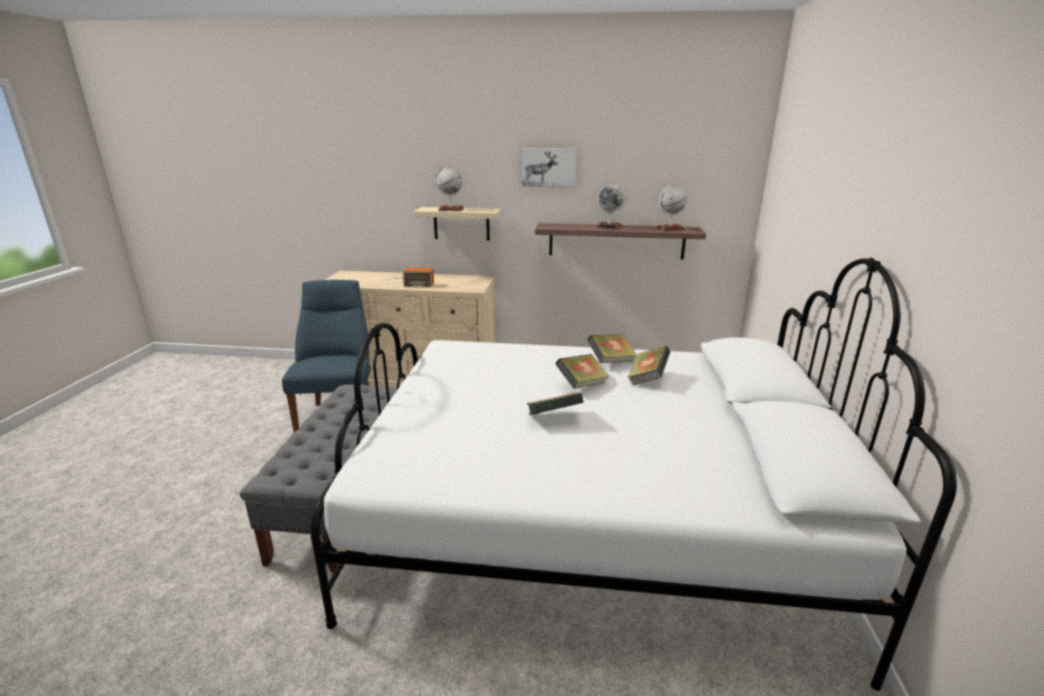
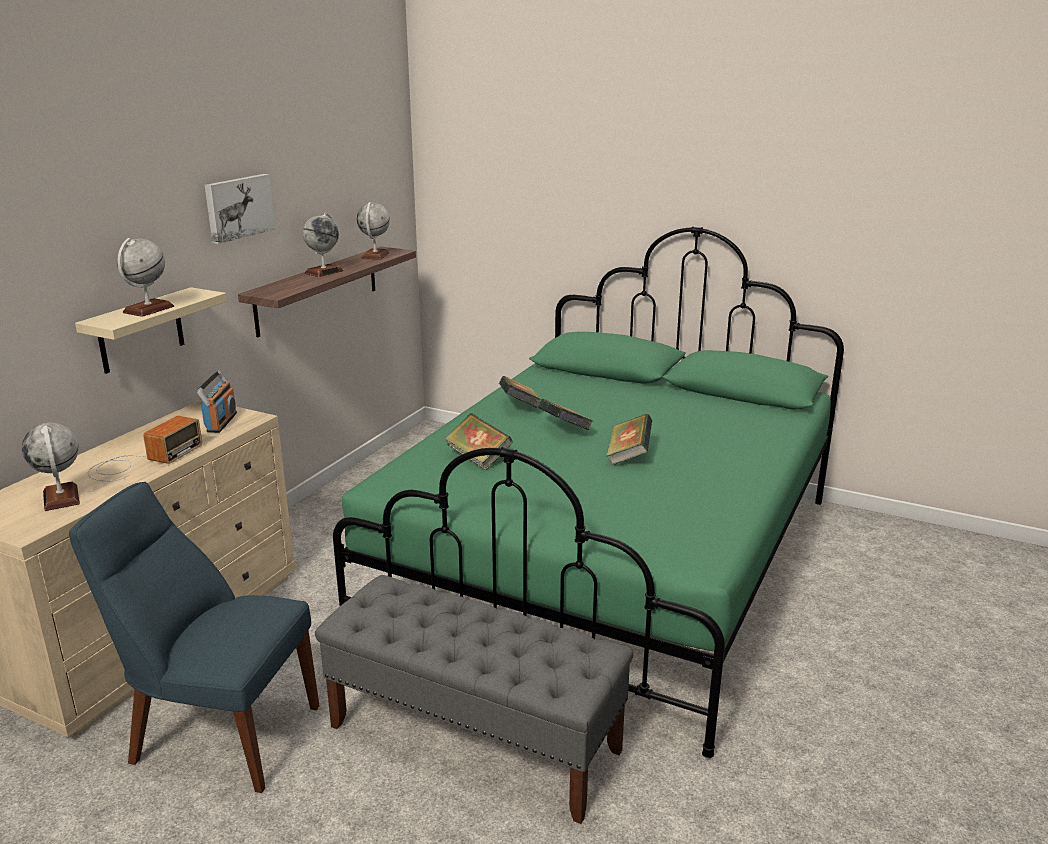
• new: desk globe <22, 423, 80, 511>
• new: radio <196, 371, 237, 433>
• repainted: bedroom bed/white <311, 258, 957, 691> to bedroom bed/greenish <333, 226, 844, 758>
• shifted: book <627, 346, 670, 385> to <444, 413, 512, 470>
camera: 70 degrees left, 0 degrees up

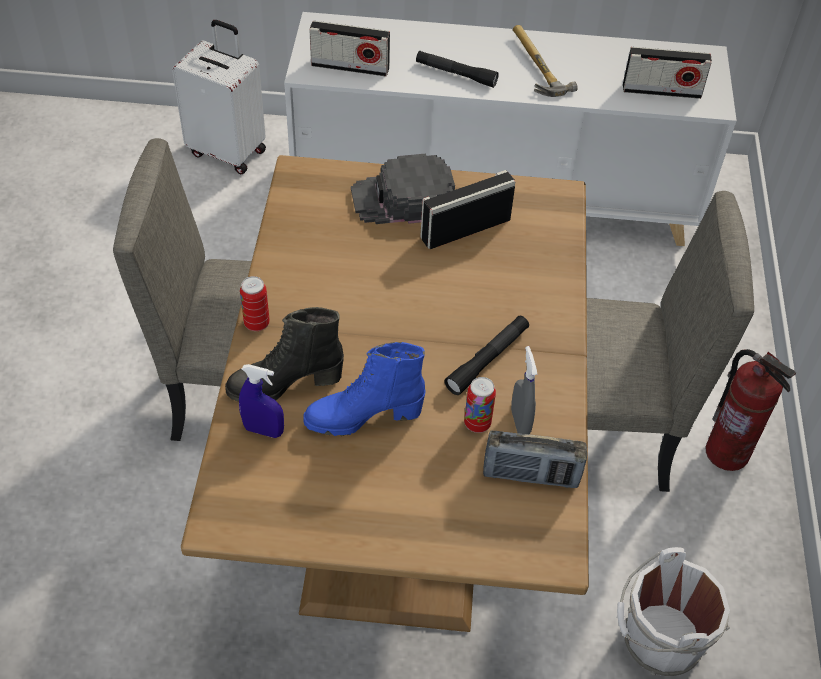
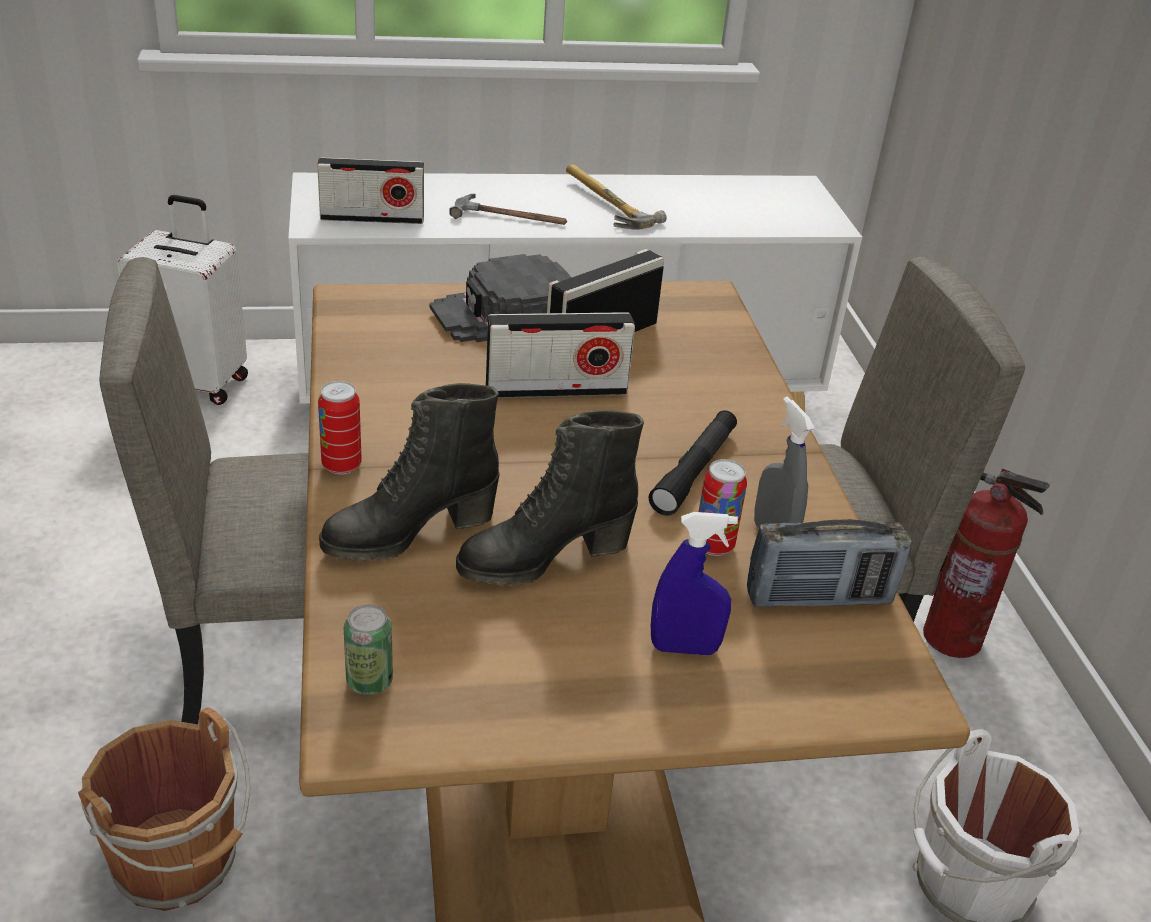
• new: water bucket/brownish <78, 707, 251, 911>
• new: sealed can <344, 604, 393, 695>
• swapped: flashlight/blackish <416, 51, 499, 88> to hammer <449, 194, 567, 225>
• repainted: tall boot/blue-coloured <303, 342, 425, 436> to tall boot/blackish <456, 410, 644, 586>
• shifted: radio <623, 47, 712, 99> to <486, 312, 635, 398>
• shifted: spray bottle/blue-coloured <239, 364, 284, 438> to <651, 512, 738, 655>
camera: 15 degrees left, 15 degrees down

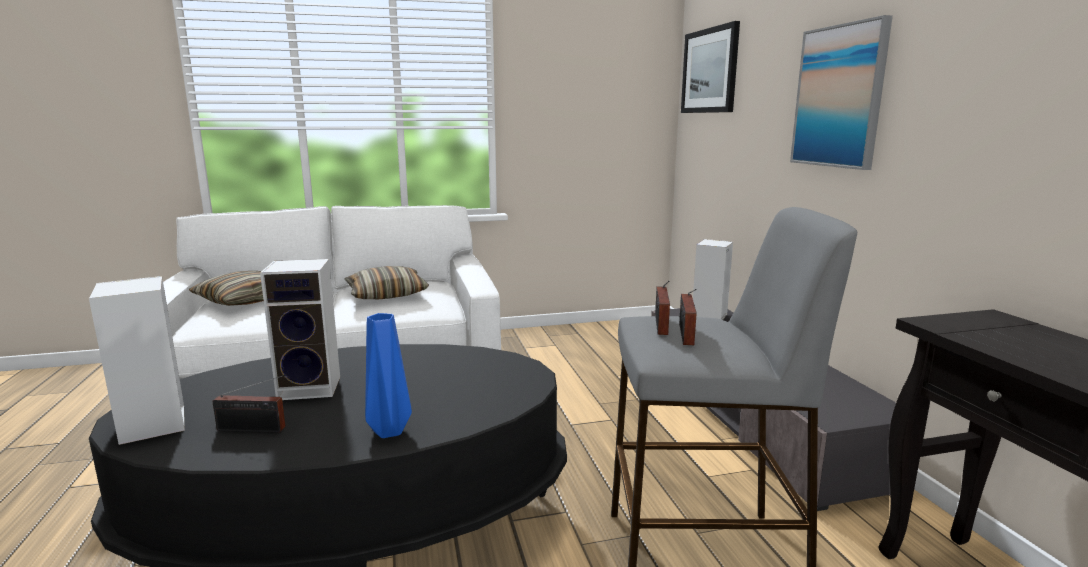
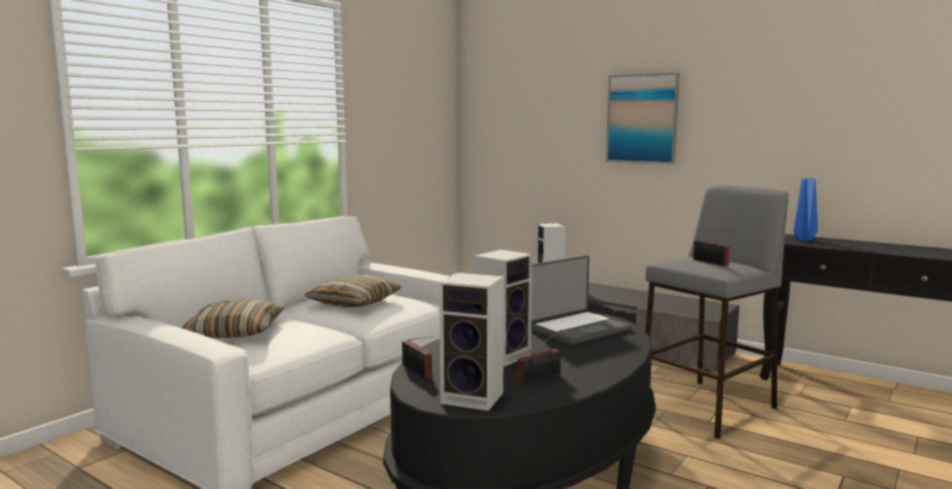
• shifted: radio <655, 281, 670, 335> to <402, 336, 433, 380>
• new: portable computer <531, 255, 631, 345>
• shifted: decorative vase/blue-coloured <365, 313, 412, 438> to <794, 178, 818, 241>
• gone: picture <681, 21, 740, 113>
camera: 40 degrees left, 5 degrees down

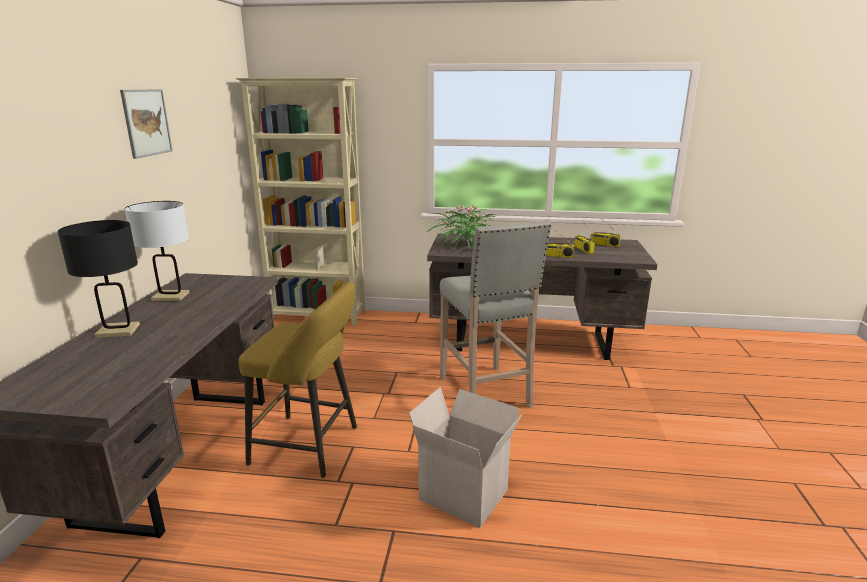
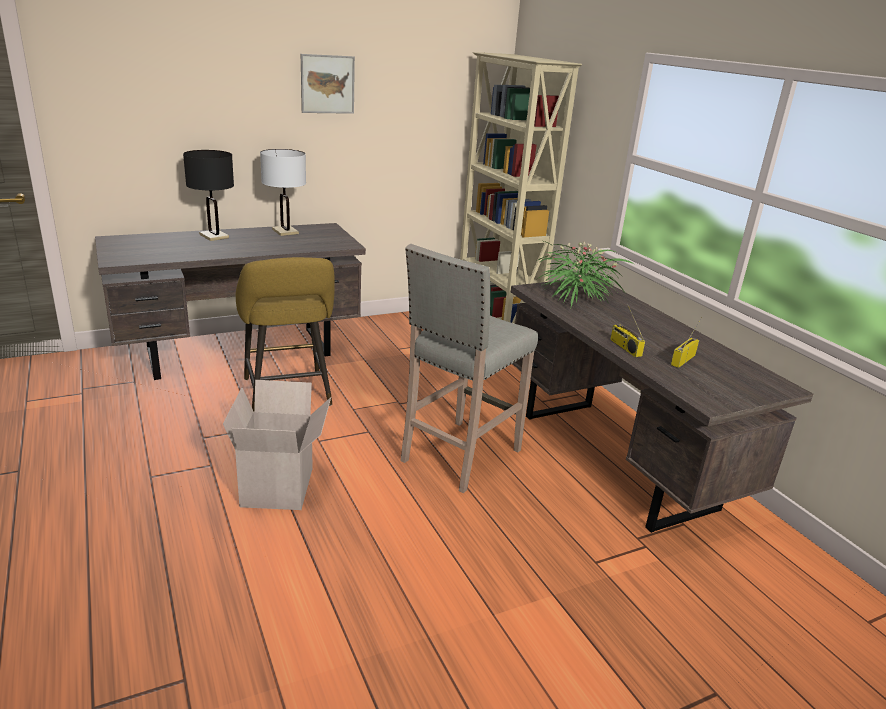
• gone: radio <590, 217, 621, 247>
camera: 55 degrees right, 5 degrees up

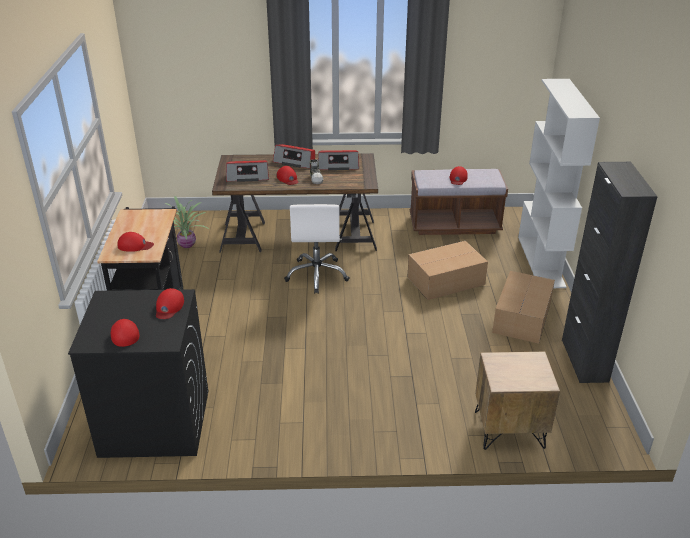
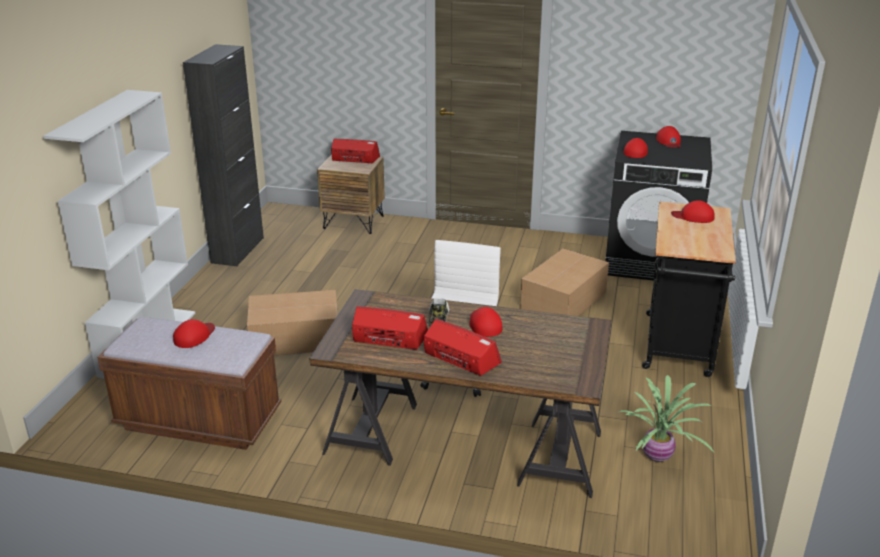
• shifted: radio <226, 160, 269, 182> to <331, 139, 380, 163>
• shifted: carton <492, 271, 555, 344> to <520, 248, 609, 316>
camera: 165 degrees left, 5 degrees down

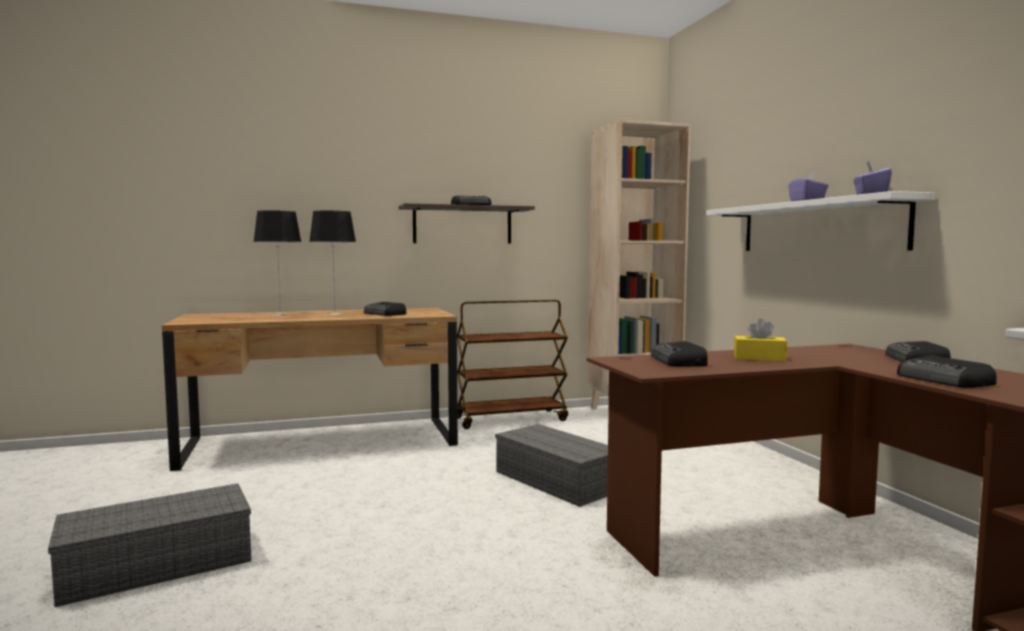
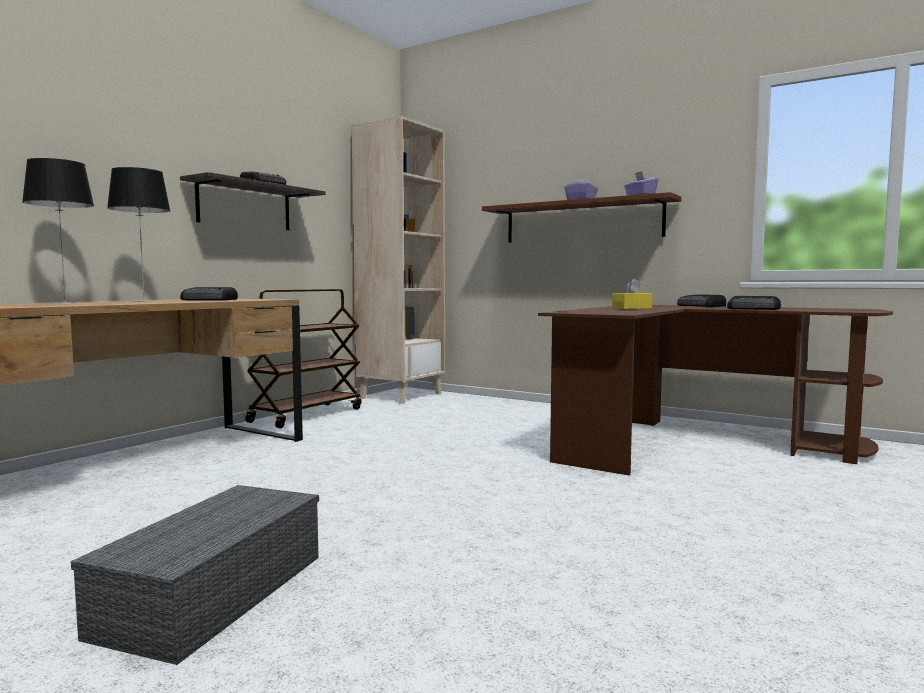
• repainted: bracket shelf/white <706, 191, 935, 251> to bracket shelf/brownish <482, 192, 681, 243>
• gone: storage bin/grey <495, 424, 608, 507>
• gone: radio <651, 341, 708, 367>
camera: 40 degrees left, 0 degrees up

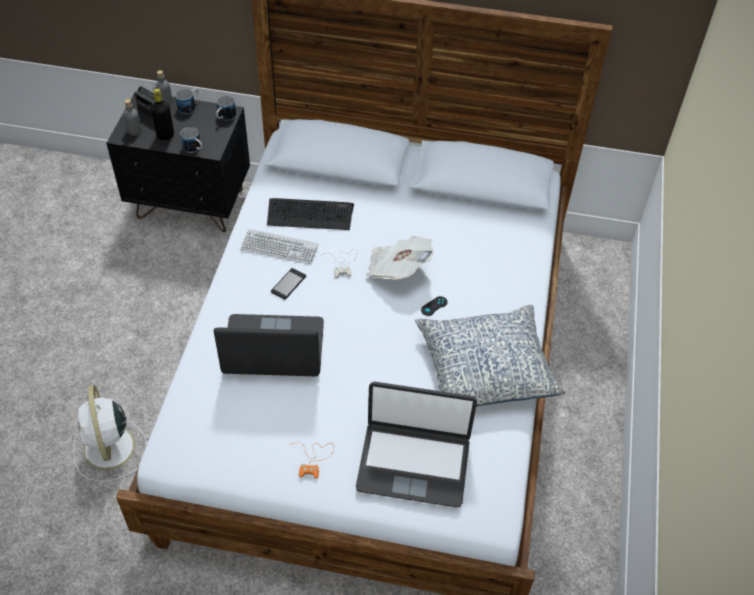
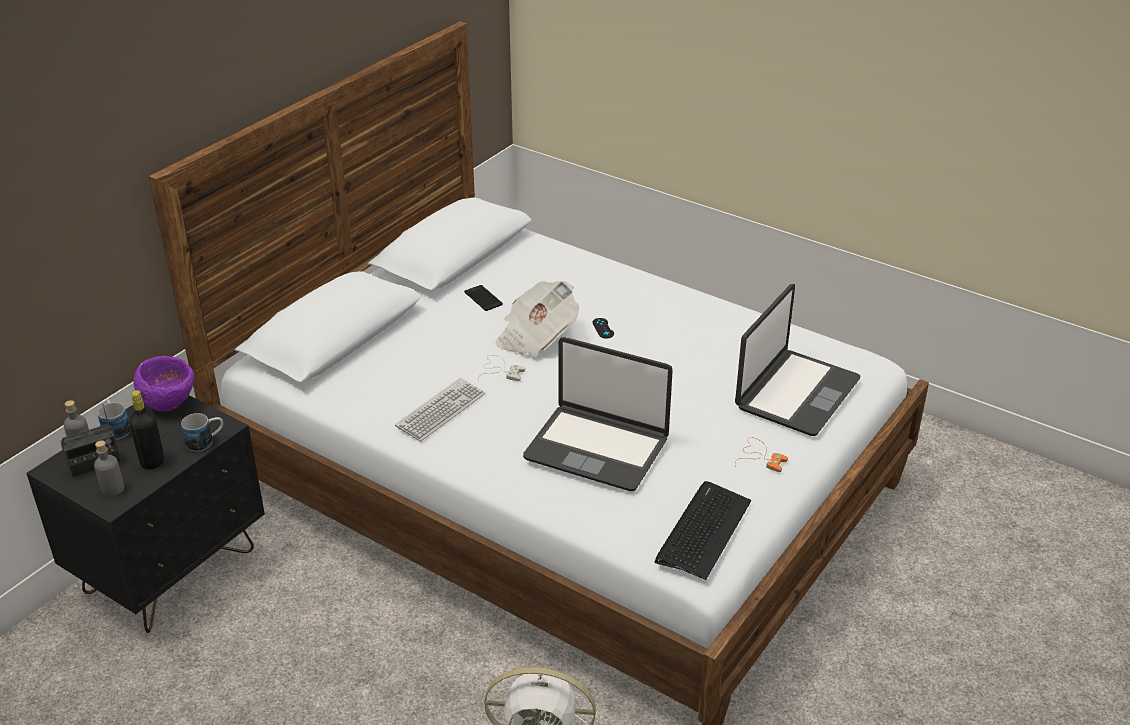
• swapped: mug <216, 95, 236, 121> to bowl/purple-coloured <133, 356, 194, 412>
• shifted: telephone <271, 268, 306, 300> to <464, 285, 503, 311>
• rotated: portable computer <214, 314, 324, 376> = <523, 337, 673, 491> 90 degrees counterclockwise
• shifted: PC keyboard <267, 198, 354, 230> to <655, 481, 751, 580>
• gone: cushion <415, 305, 566, 406>
camera: 65 degrees left, 15 degrees down

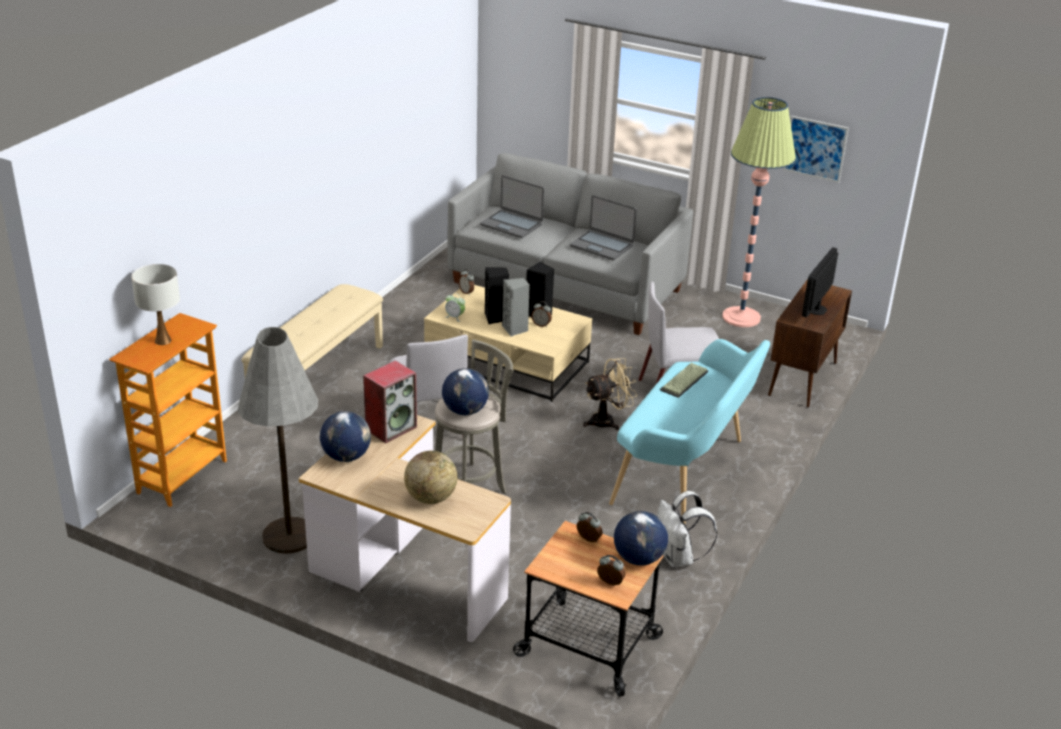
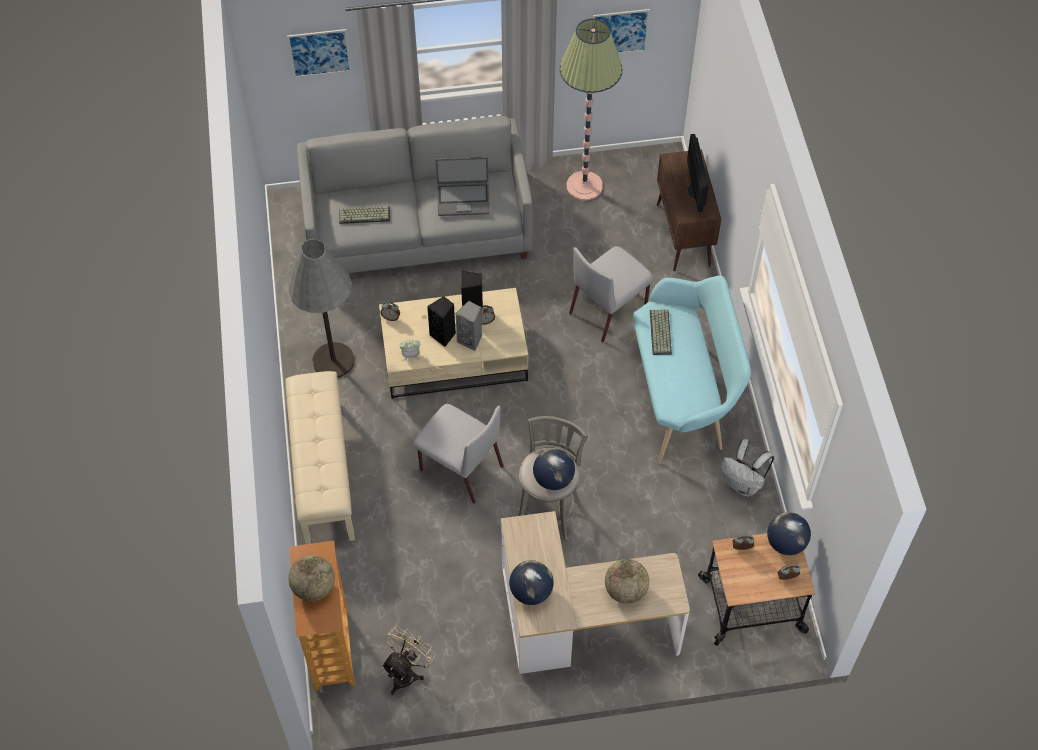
• new: picture <287, 29, 352, 78>
• swapped: table lamp/white <131, 264, 180, 345> to desk globe <288, 555, 335, 601>
• shifted: floor lamp/grey <238, 327, 318, 554> to <289, 239, 354, 378>
• swapped: portable computer <480, 175, 544, 238> to PC keyboard <339, 206, 390, 224>
• shifted: fan/beige <583, 358, 637, 430> to <382, 625, 436, 695>
• gone: audio speaker <363, 360, 417, 443>
camera: 35 degrees left, 25 degrees up

